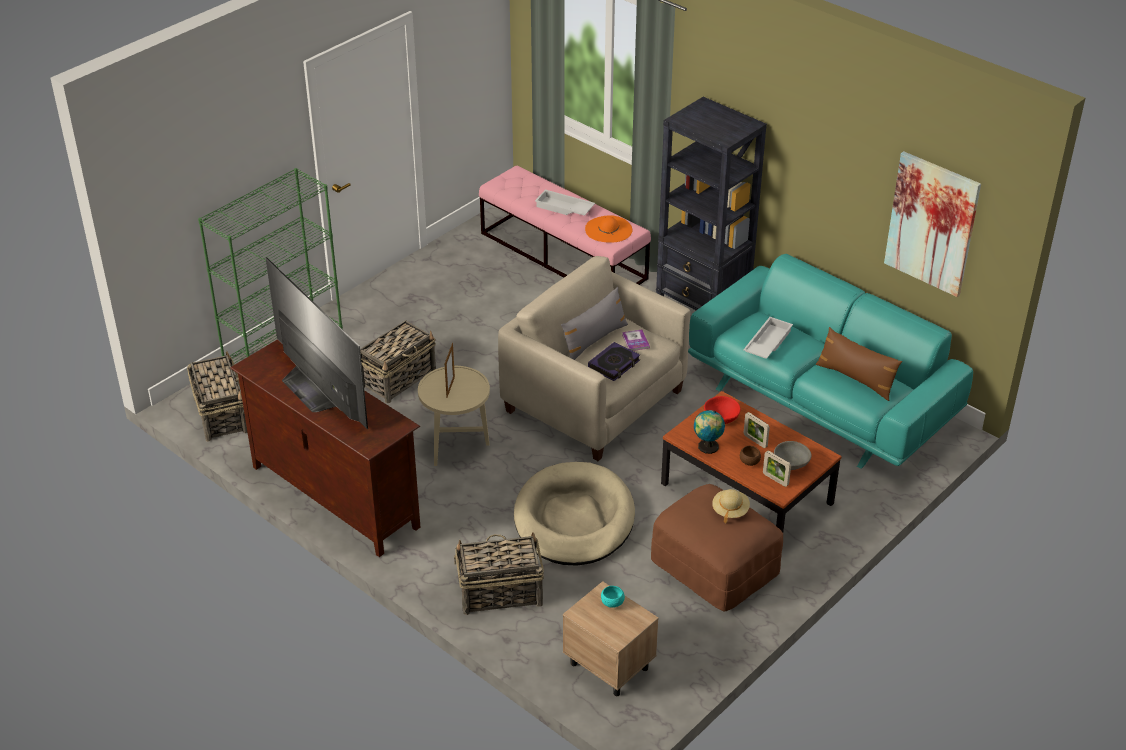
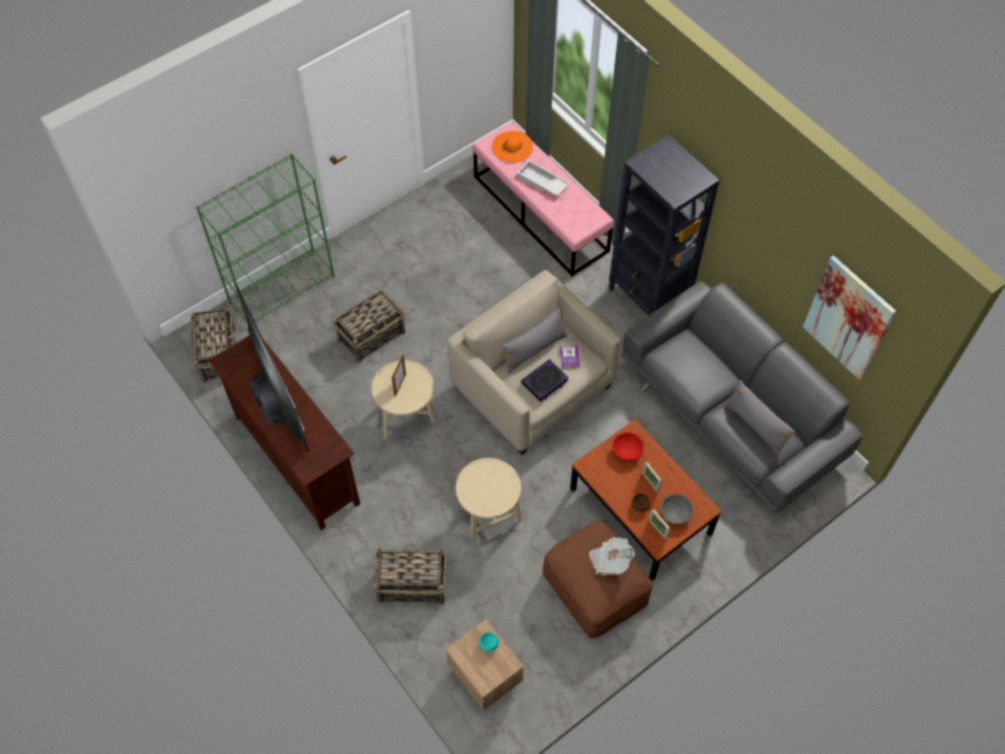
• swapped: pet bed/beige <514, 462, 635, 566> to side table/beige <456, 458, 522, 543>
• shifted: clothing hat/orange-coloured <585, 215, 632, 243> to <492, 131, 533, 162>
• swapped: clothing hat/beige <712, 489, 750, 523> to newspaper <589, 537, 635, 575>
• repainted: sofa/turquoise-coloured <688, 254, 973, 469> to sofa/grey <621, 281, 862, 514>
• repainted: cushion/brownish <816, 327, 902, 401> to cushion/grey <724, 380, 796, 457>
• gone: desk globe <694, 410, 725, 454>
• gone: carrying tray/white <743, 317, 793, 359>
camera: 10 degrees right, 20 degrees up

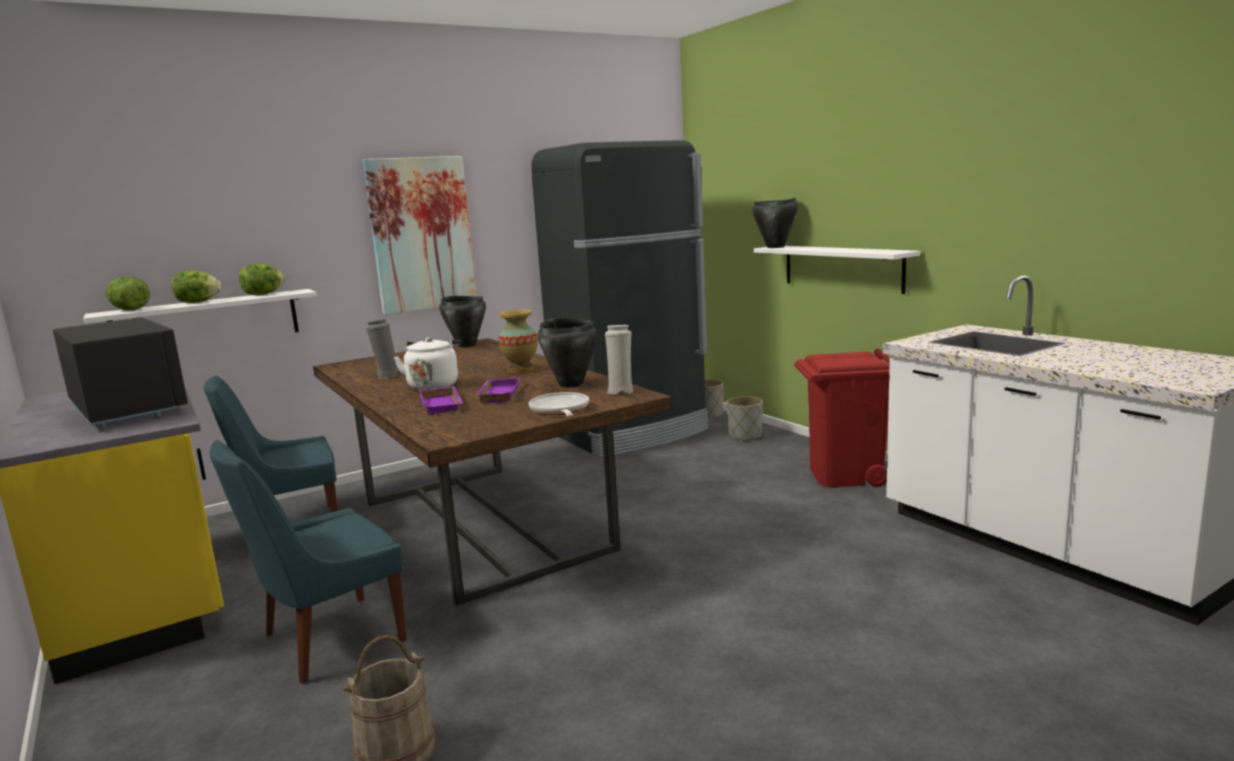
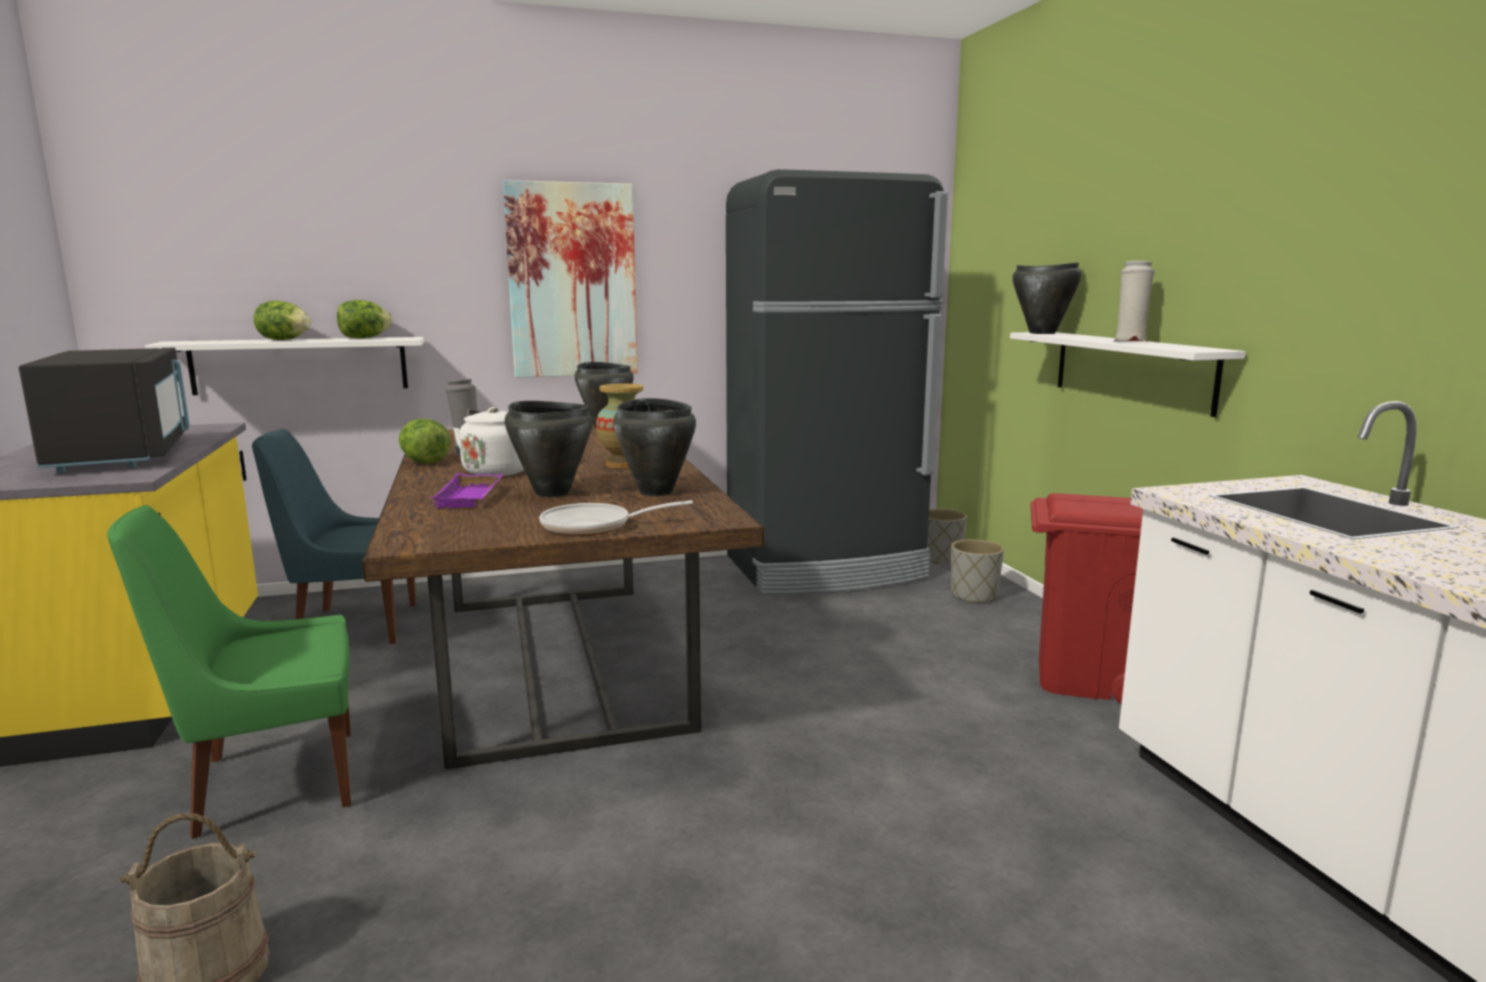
• repainted: chair/blue-coloured <210, 440, 407, 684> to chair/greenish <107, 505, 351, 839>
• shifted: head of lettuce <106, 277, 150, 310> to <399, 419, 451, 464>
• swapped: carrying tray/purple-coloured <476, 377, 520, 403> to saucepot/blackish <505, 401, 593, 497>
• rotated: frying pan <529, 392, 589, 417> = <539, 500, 693, 536> 105 degrees counterclockwise
• shifted: decorative vase/white <605, 325, 633, 394> to <1114, 261, 1155, 342>
camera: 15 degrees right, 0 degrees up

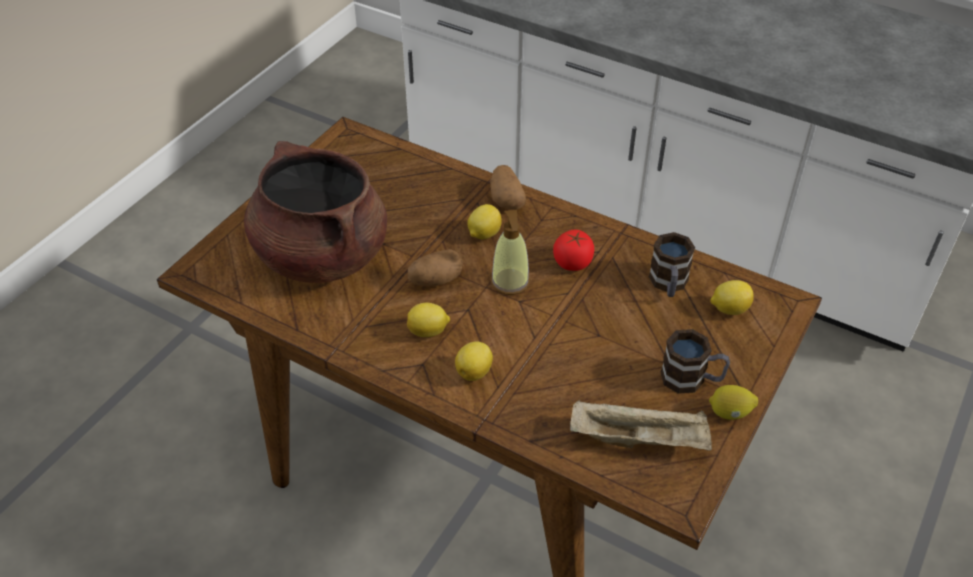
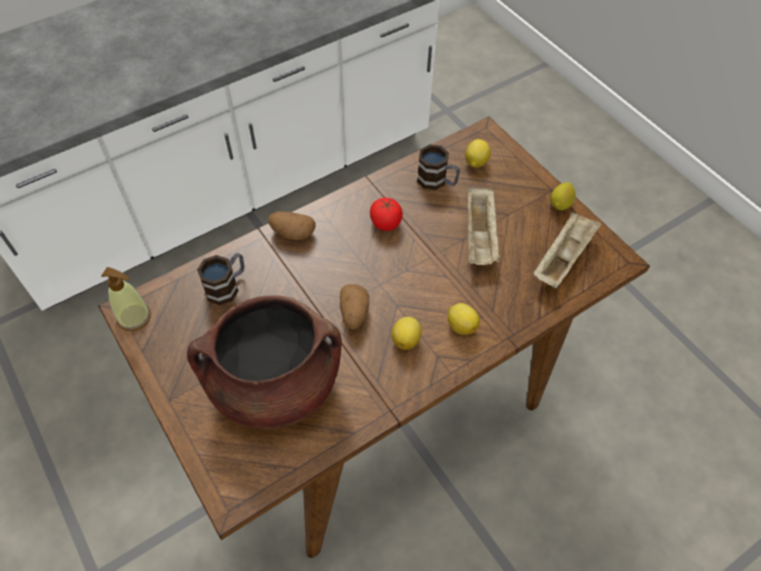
• shifted: liquid soap bottle <491, 210, 530, 295> to <101, 267, 151, 331>
• shifted: mug <661, 329, 730, 394> to <197, 253, 245, 305>
• new: carrying tray/beige <468, 186, 500, 265>
• gone: whole lemon <467, 204, 502, 239>
camera: 65 degrees left, 10 degrees up

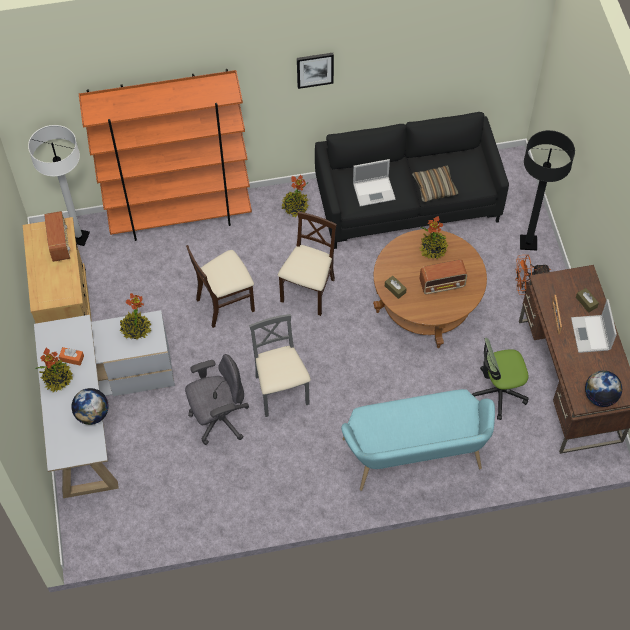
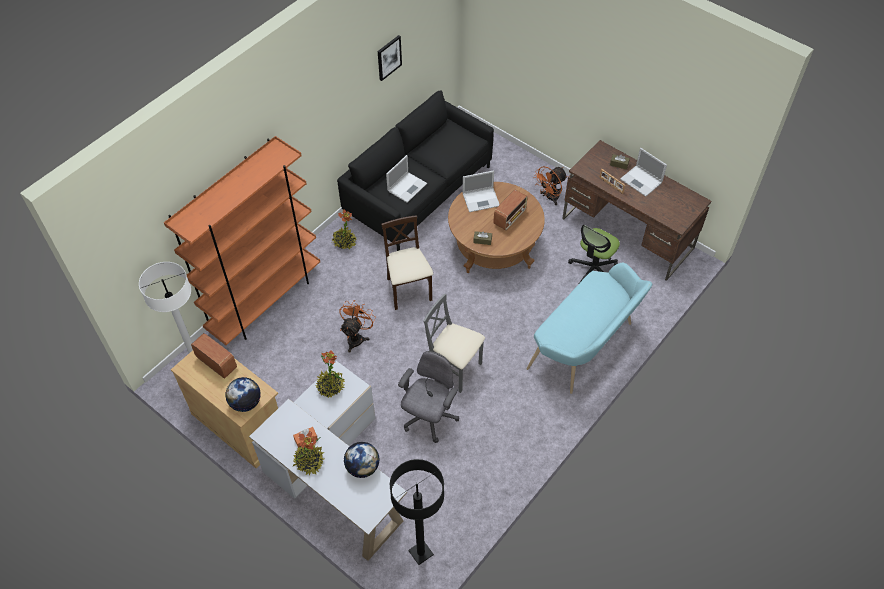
• shifted: desk globe <585, 371, 622, 407> to <225, 377, 261, 412>
• swapped: chair/beige <186, 245, 255, 328> to fan/orange-coloured <339, 301, 376, 353>
• shifted: picture <297, 53, 334, 89> to <378, 35, 402, 81>
• shifted: floor lamp/blackish <520, 130, 575, 251> to <390, 459, 444, 565>
• swapped: plant in a pot <420, 216, 448, 260> to portable computer <463, 170, 500, 212>
• gone: cushion <412, 165, 459, 202>
camera: 40 degrees left, 5 degrees down

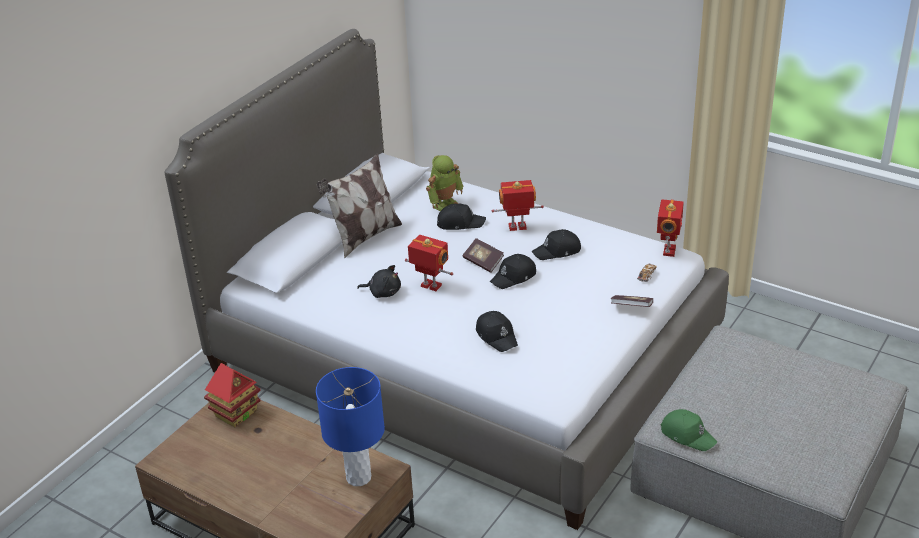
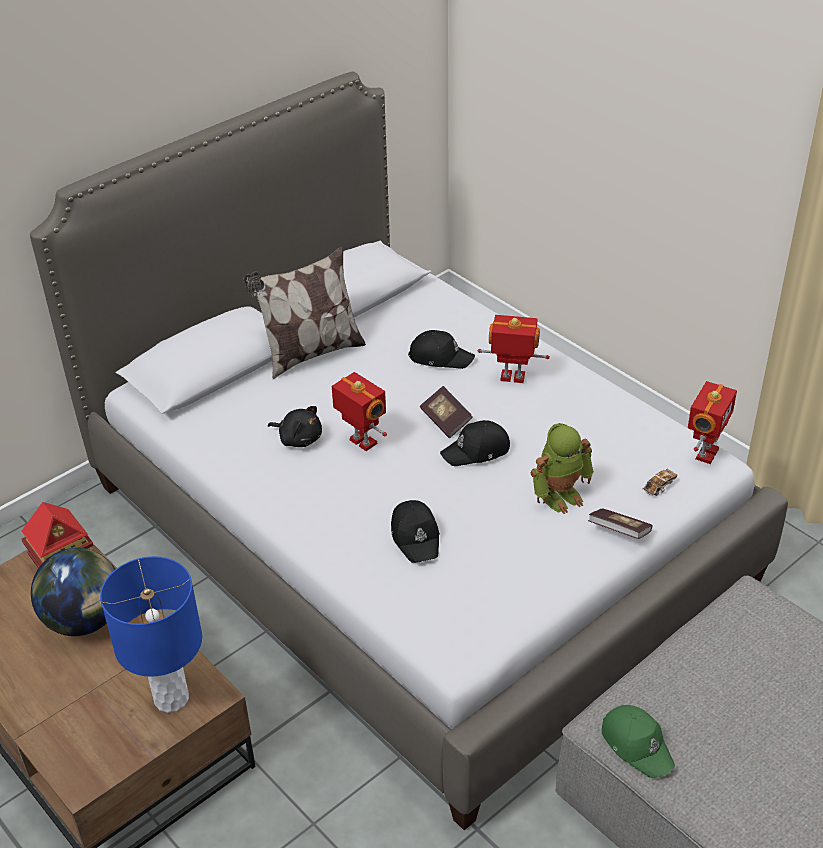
• new: desk globe <31, 548, 115, 636>
• shifted: model robot <426, 155, 463, 211> to <531, 423, 594, 514>
• gone: baseball cap/blackish <532, 229, 581, 260>
camera: 15 degrees right, 5 degrees up

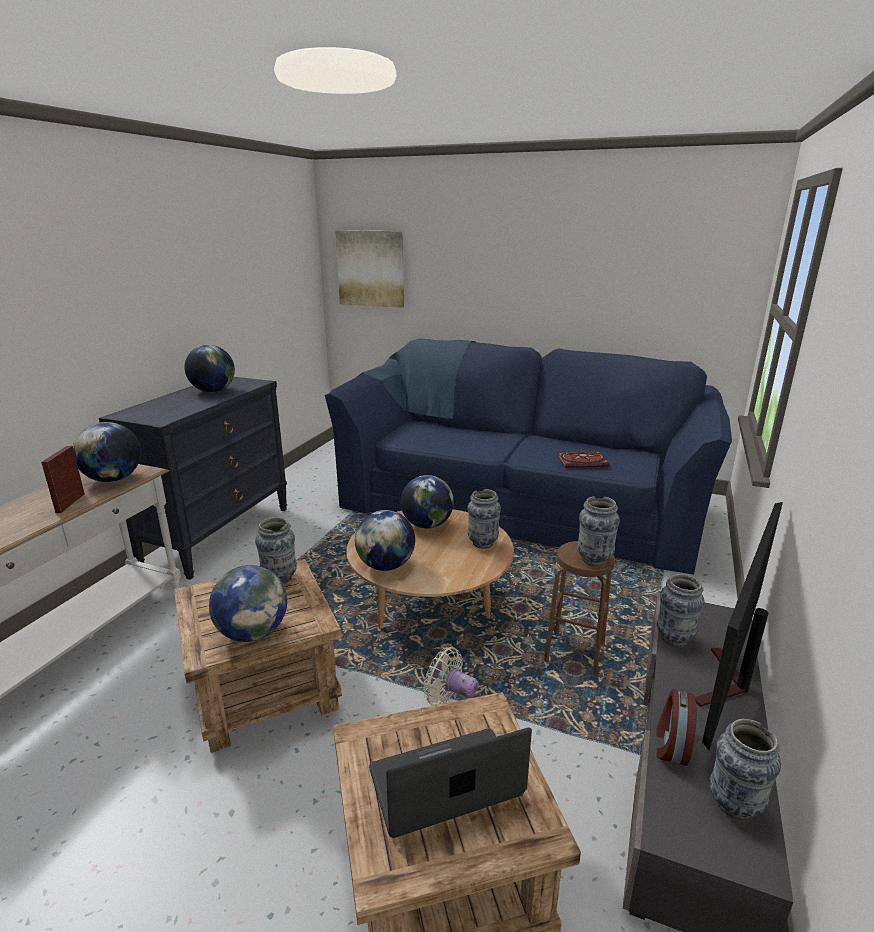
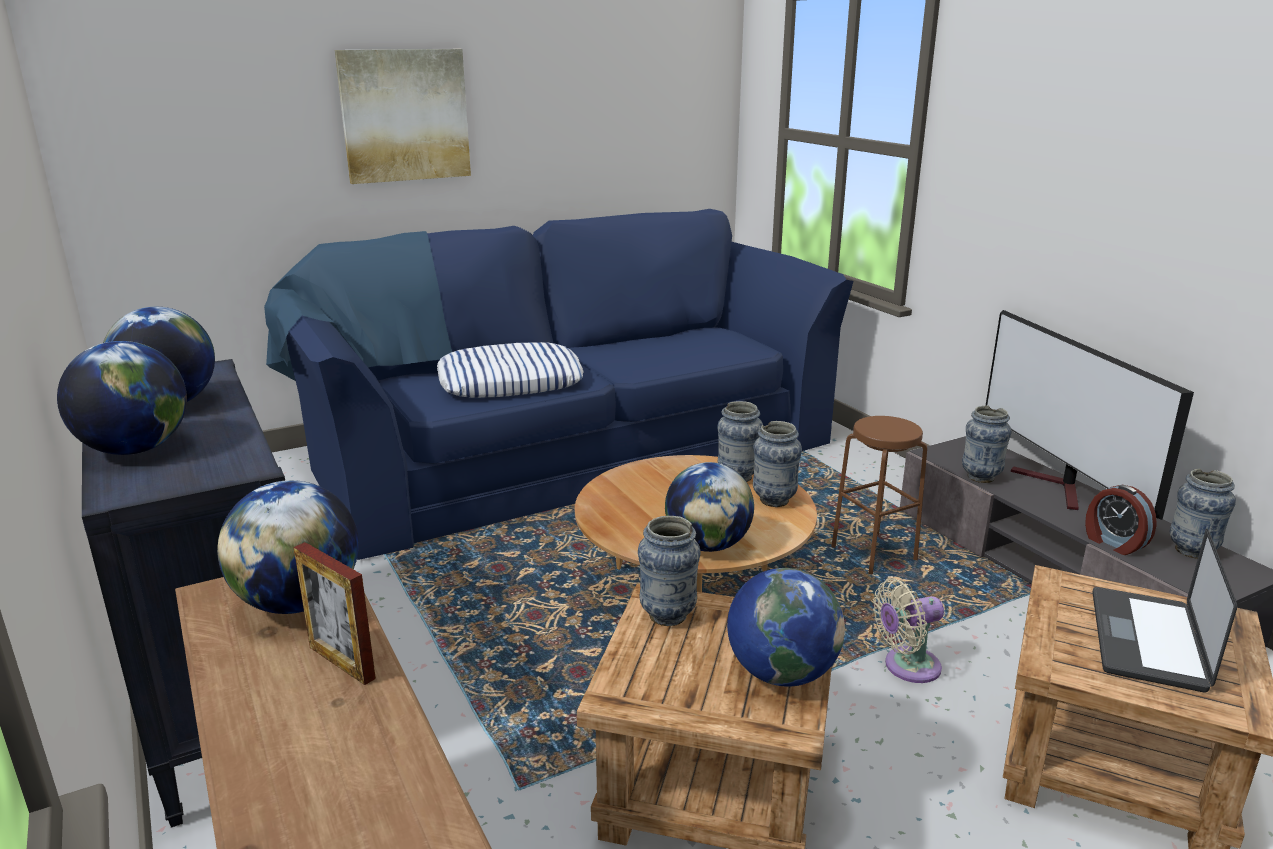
• shifted: desk globe <401, 475, 454, 528> to <57, 341, 187, 455>
• shifted: picture <335, 230, 404, 308> to <335, 49, 471, 184>
• new: cushion <437, 342, 584, 398>
• shifted: decorative vase <577, 496, 620, 566> to <753, 421, 802, 507>
• gone: book <557, 451, 609, 468>
camera: 50 degrees left, 0 degrees up

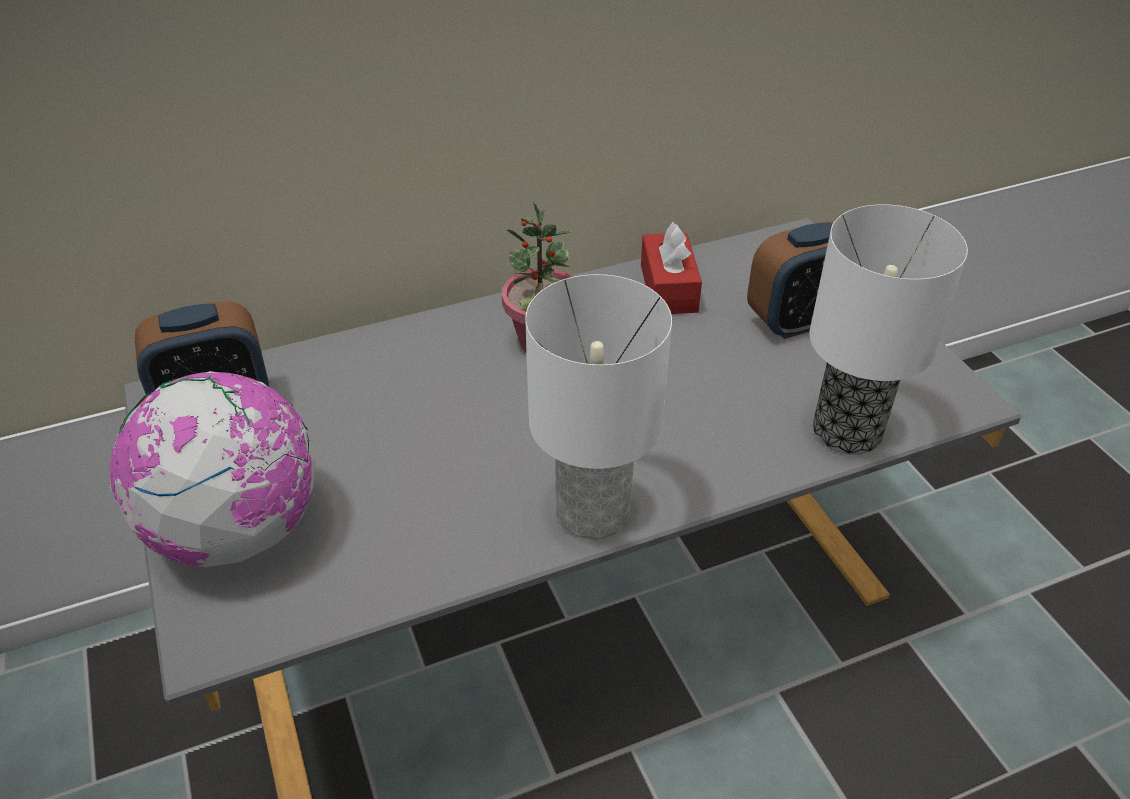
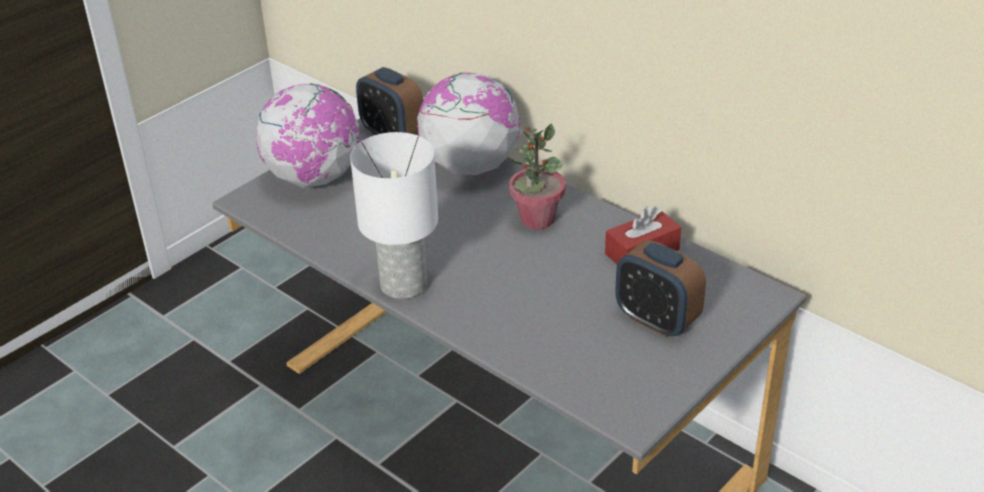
• new: desk globe <417, 72, 520, 175>
• gone: table lamp <809, 204, 968, 455>
camera: 65 degrees right, 5 degrees down

